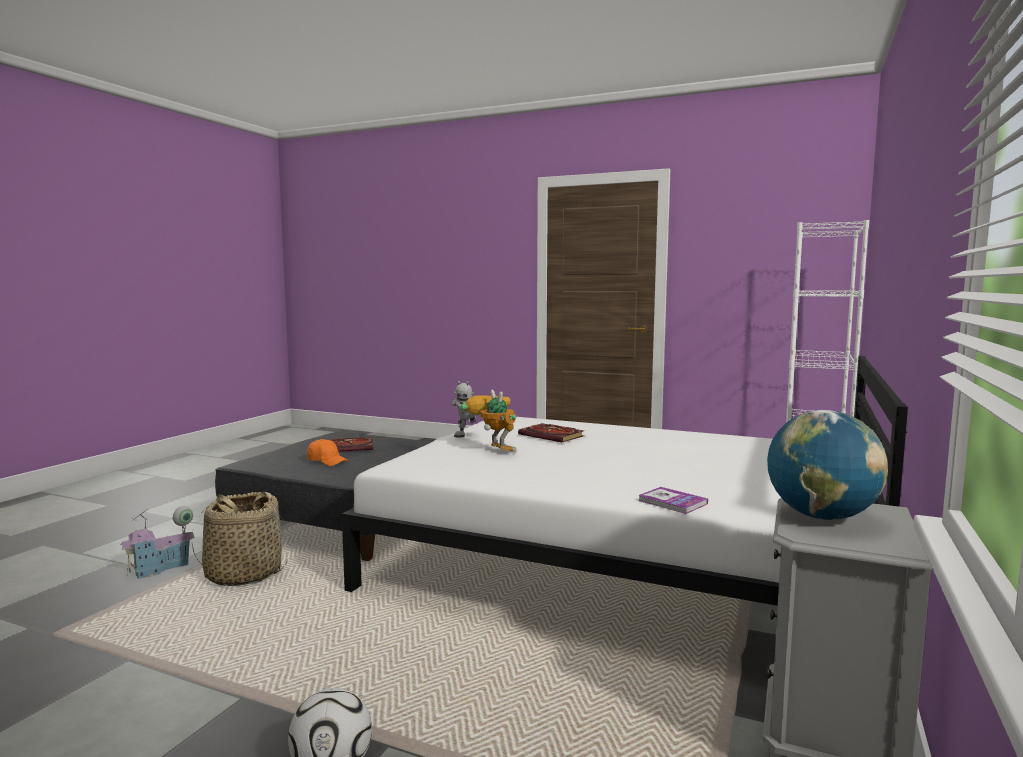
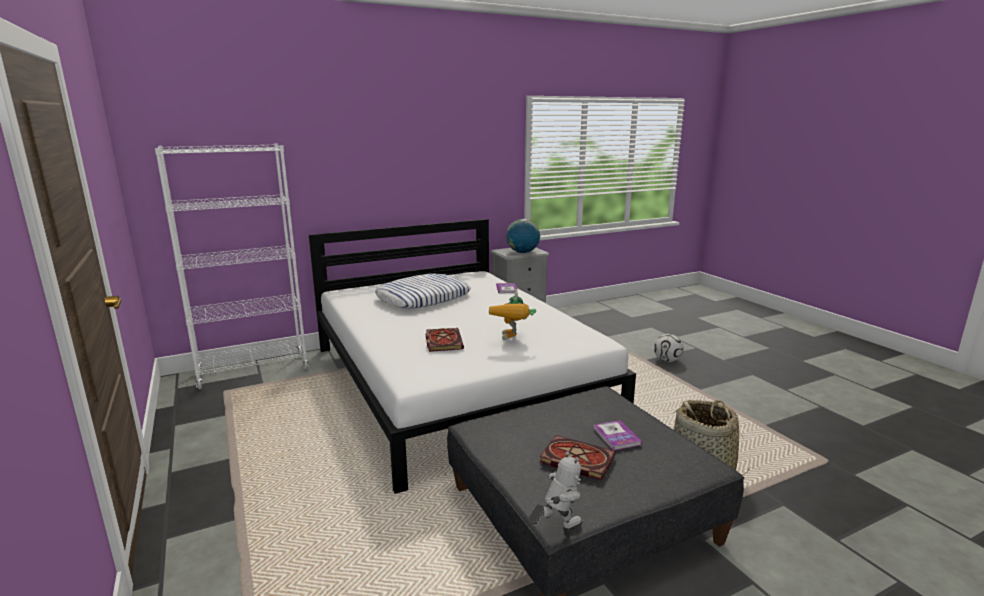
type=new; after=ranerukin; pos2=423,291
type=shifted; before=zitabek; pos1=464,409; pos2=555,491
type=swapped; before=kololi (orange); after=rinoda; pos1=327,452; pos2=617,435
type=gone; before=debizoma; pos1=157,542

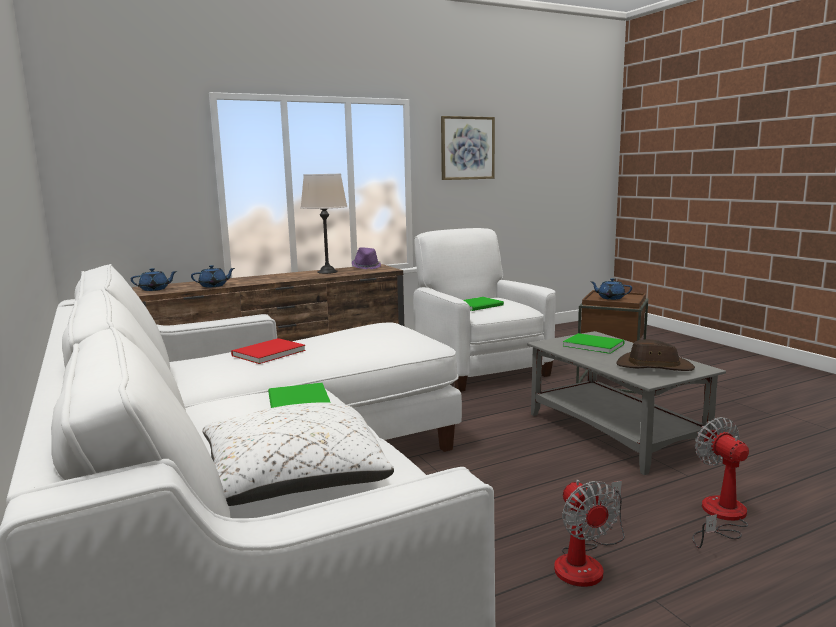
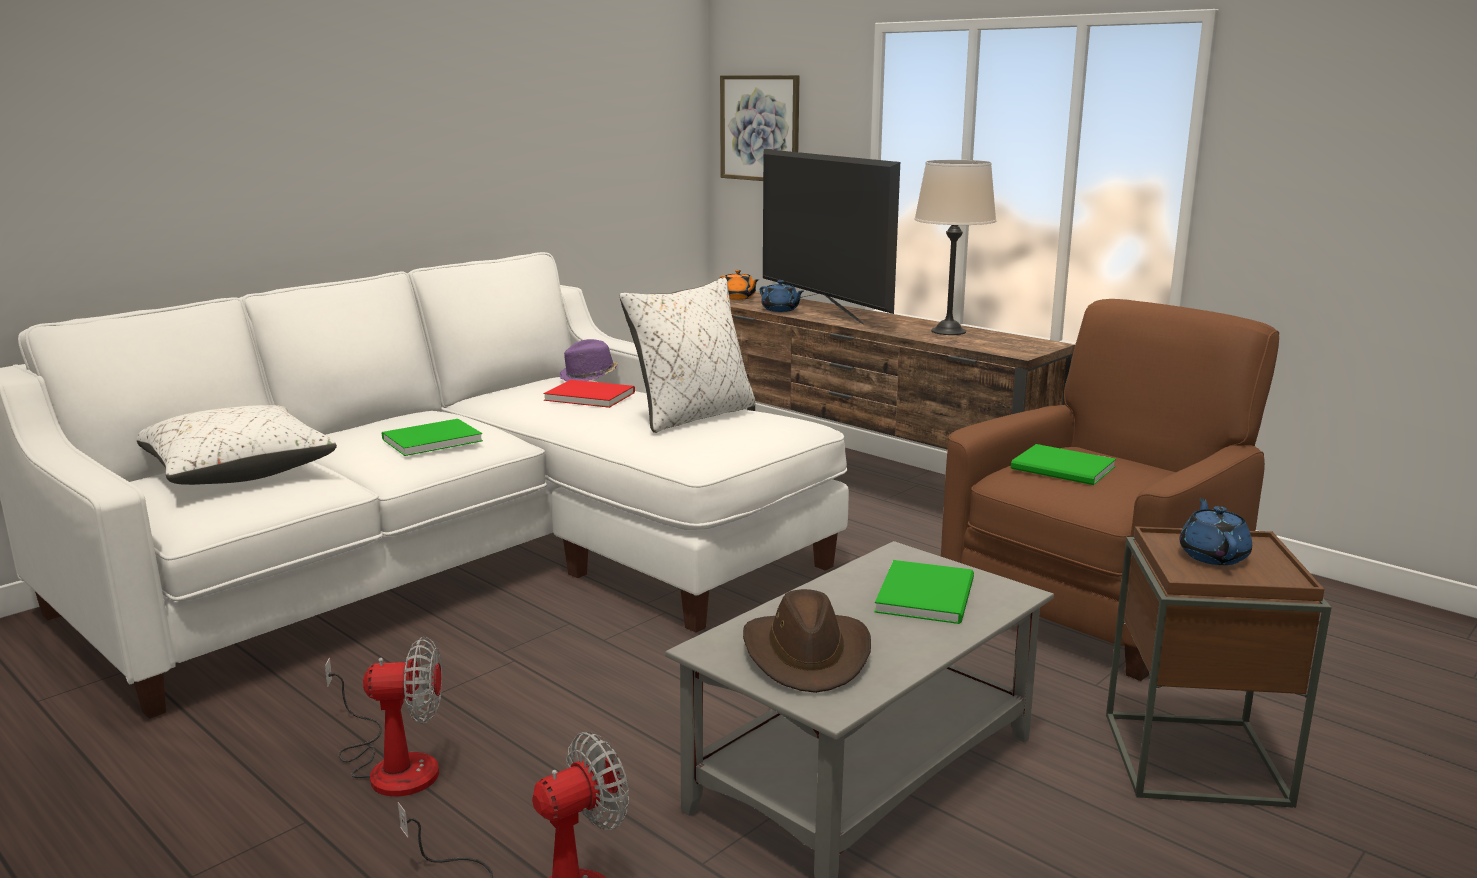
type=rotated; before=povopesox; pos1=589,533; pos2=383,717; turn=-150
type=shifted; before=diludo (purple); pos1=366,258; pos2=588,360
type=new; after=ranerukin (white); pos2=688,355
type=repainted; before=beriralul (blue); after=beriralul (orange); pos1=154,279; pos2=739,285
type=shifted; before=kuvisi; pos1=468,148; pos2=760,128
type=new; after=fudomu; pos2=831,237
type=repainted; before=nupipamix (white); after=nupipamix (brown); pos1=484,310; pos2=1110,490

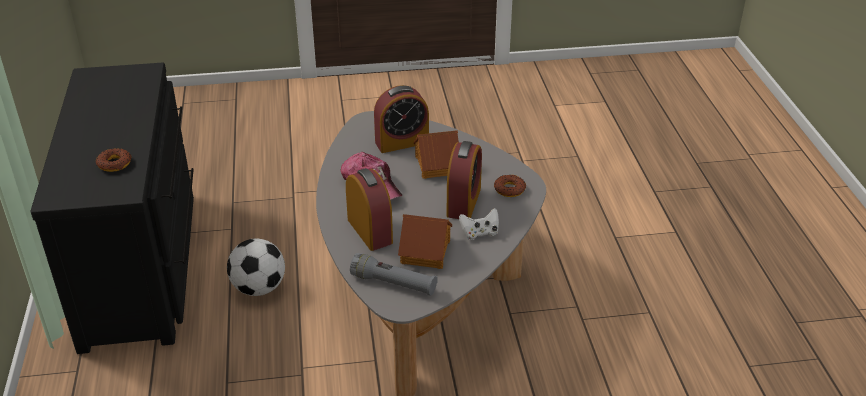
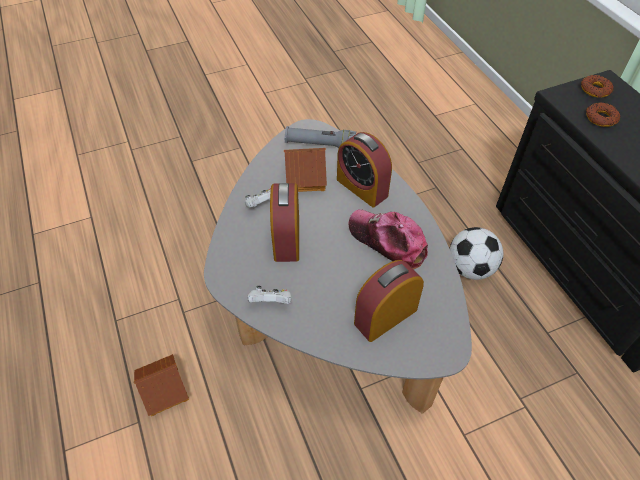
type=shifted; before=debizoma; pos1=436,154; pos2=161,385
type=new; after=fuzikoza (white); pos2=270,295
type=shifted; before=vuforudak; pos1=510,185; pos2=597,86

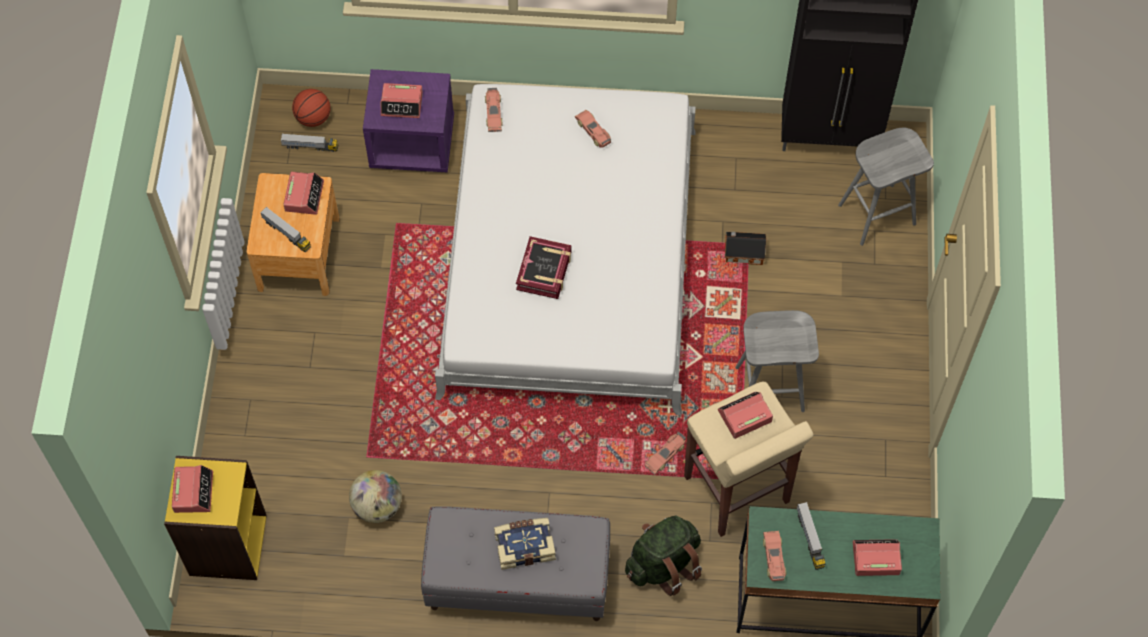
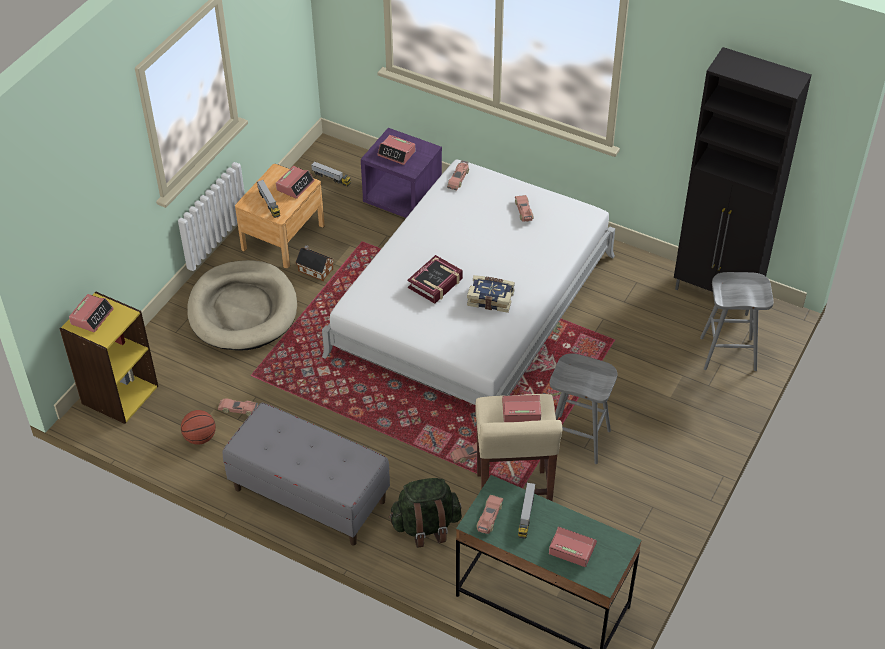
type=shifted; before=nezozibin; pos1=311,108; pos2=198,427
type=new; after=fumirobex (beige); pos2=242,305
type=swapped; before=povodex; after=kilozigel; pos1=375,496; pos2=238,407
type=shifted; before=debizoma; pos1=745,248; pos2=314,263
type=shifted; before=rinoda; pos1=525,544; pos2=491,294

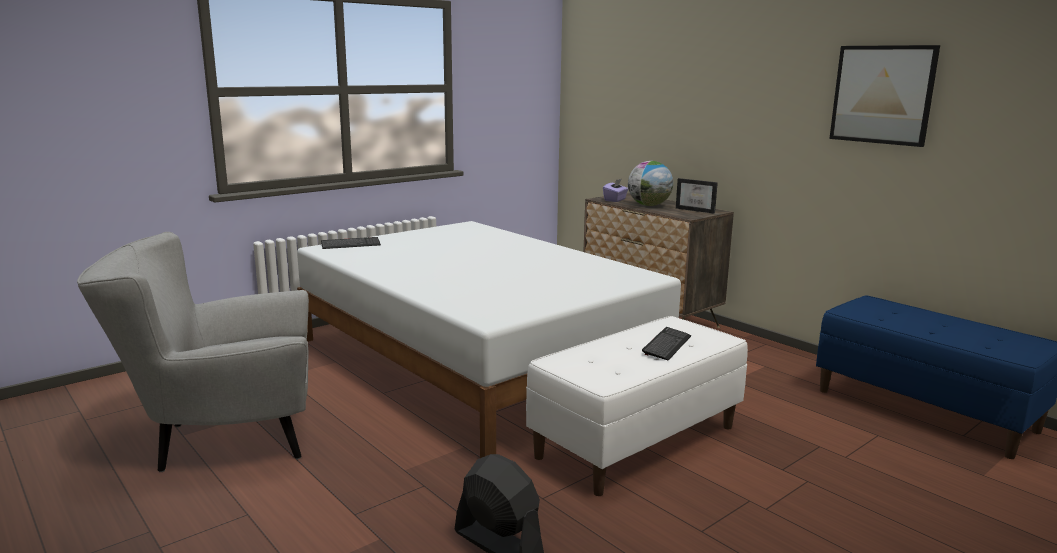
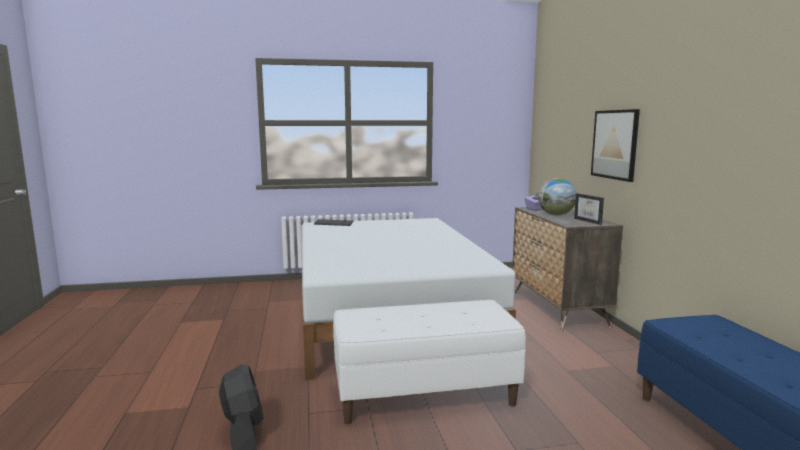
type=shifted; before=kuvisi; pos1=884,96; pos2=615,145
type=gone; before=nupipamix (grey); pos1=193,352
type=gone; before=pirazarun; pos1=666,344

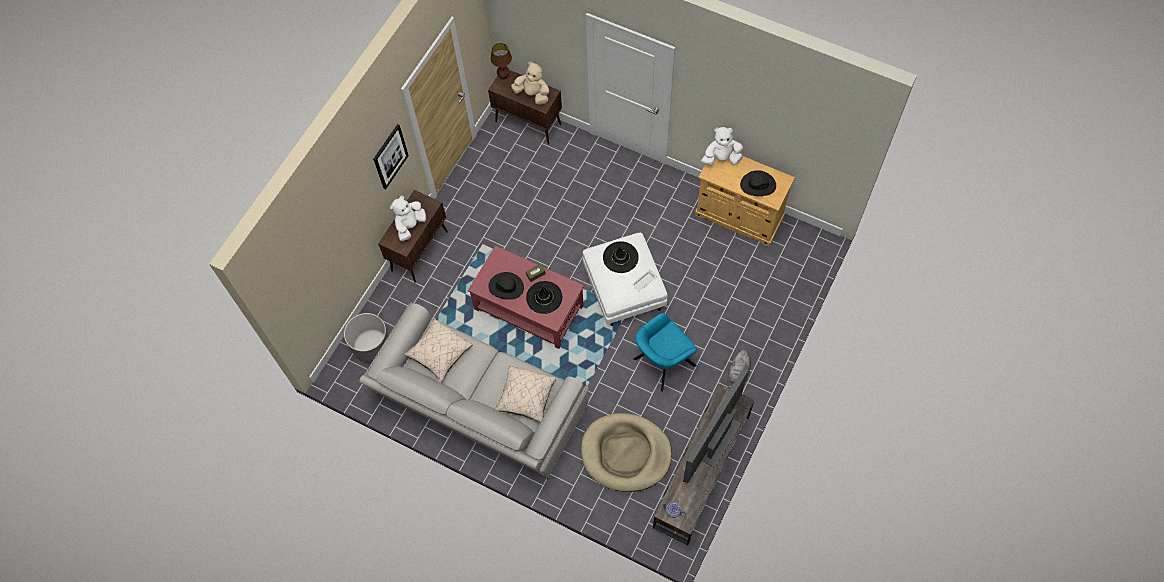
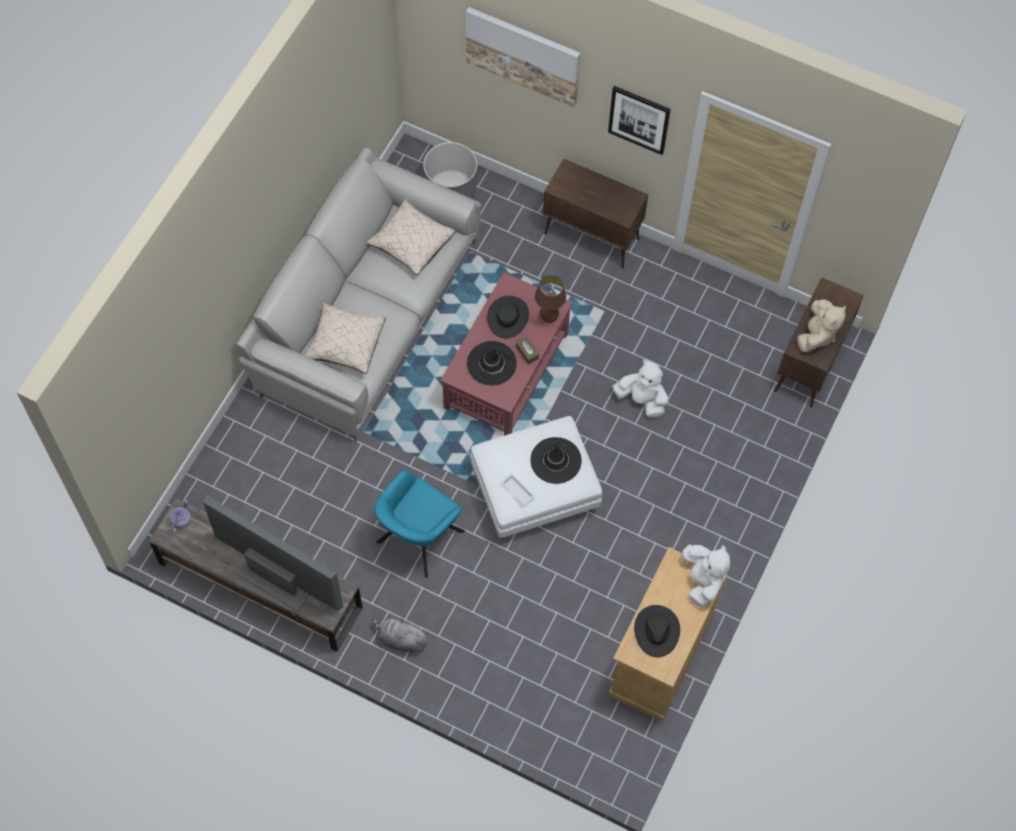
type=rotated; before=nupipamix (turquoise); pos1=665,352; pos2=419,524; turn=-105
type=new; after=kuvisi; pos2=523,57
type=shifted; before=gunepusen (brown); pos1=501,61; pos2=550,299
type=shifted; before=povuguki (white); pos1=408,218; pos2=640,388
type=gone; before=fumirobex (beige); pos1=626,452

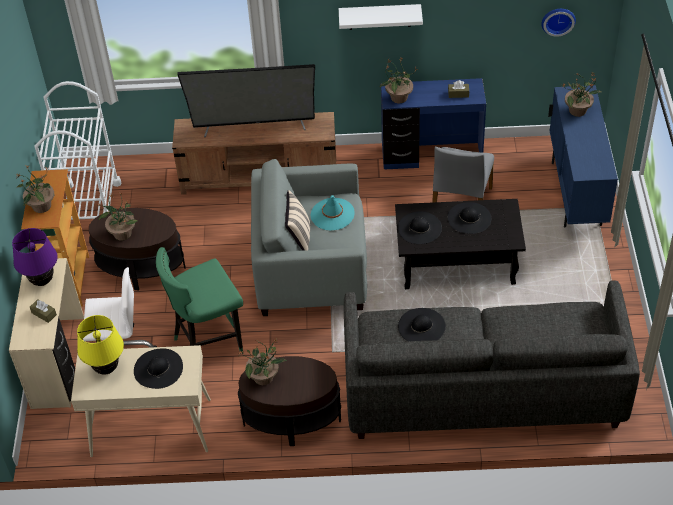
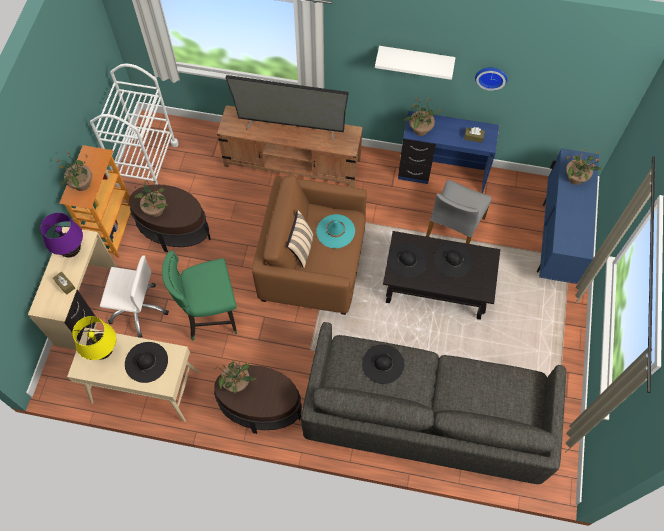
type=repainted; before=nupipamix (grey); after=nupipamix (brown); pos1=309,237; pos2=309,245
type=shifted; before=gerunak; pos1=558,23; pos2=491,79

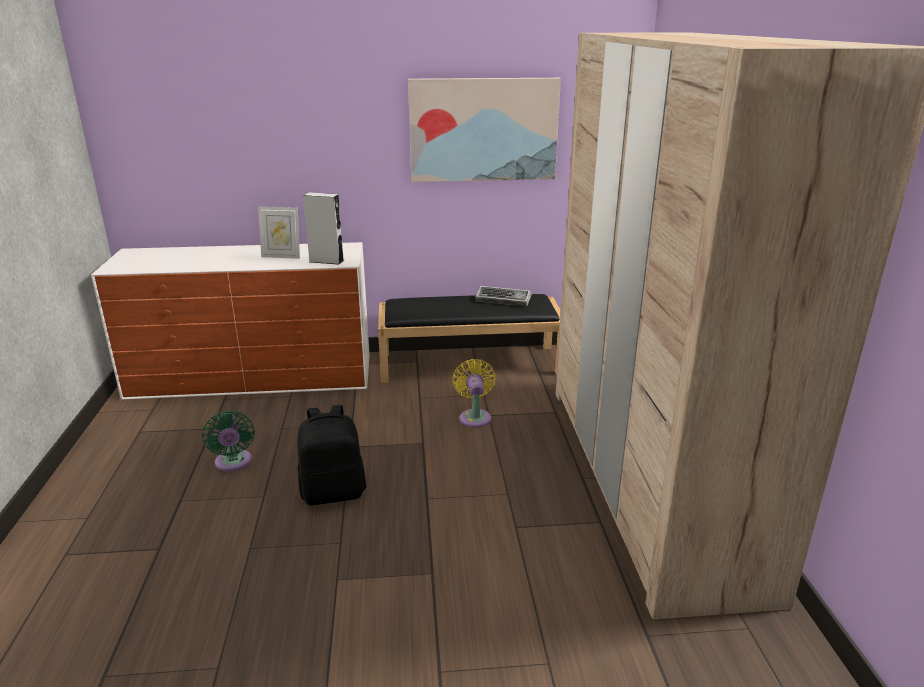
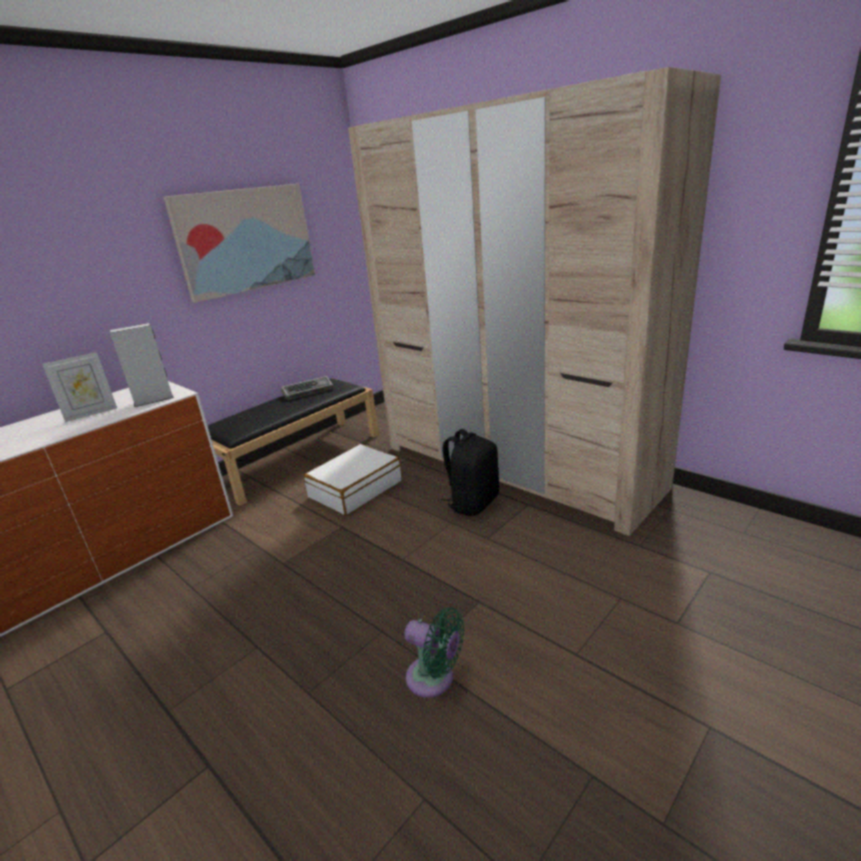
type=swapped; before=povopesox (yellow); after=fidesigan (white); pos1=474,393; pos2=353,480
type=shifted; before=povopesox (green); pos1=228,441; pos2=434,652
type=shifted; before=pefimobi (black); pos1=331,455; pos2=470,472

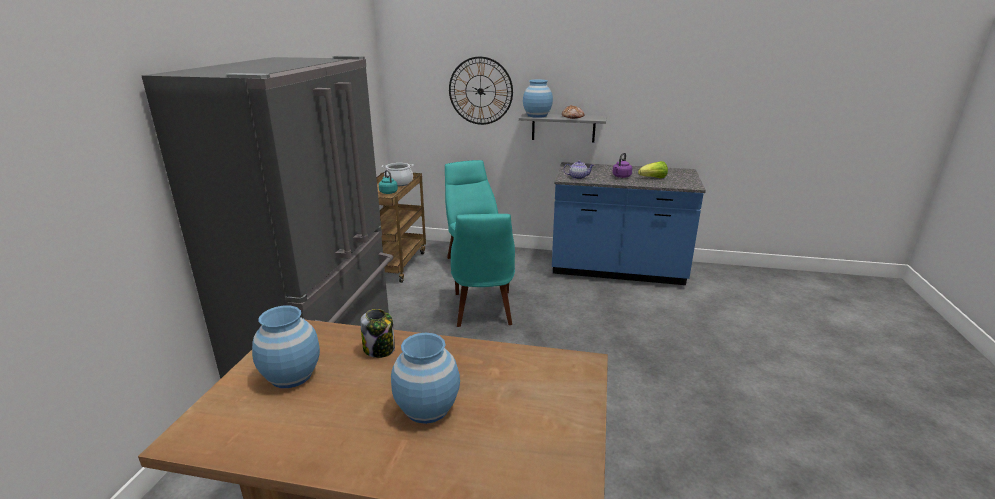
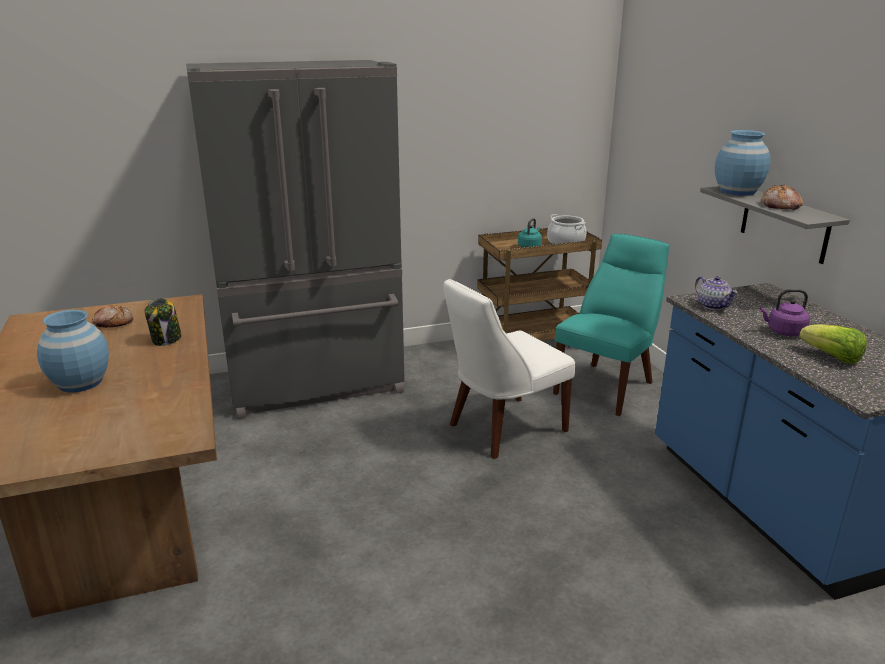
type=swapped; before=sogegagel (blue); after=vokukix; pos1=286,347; pos2=112,316
type=repainted; before=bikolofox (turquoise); after=bikolofox (white); pos1=483,270; pos2=509,369
type=gone; before=gerunak; pos1=481,91

